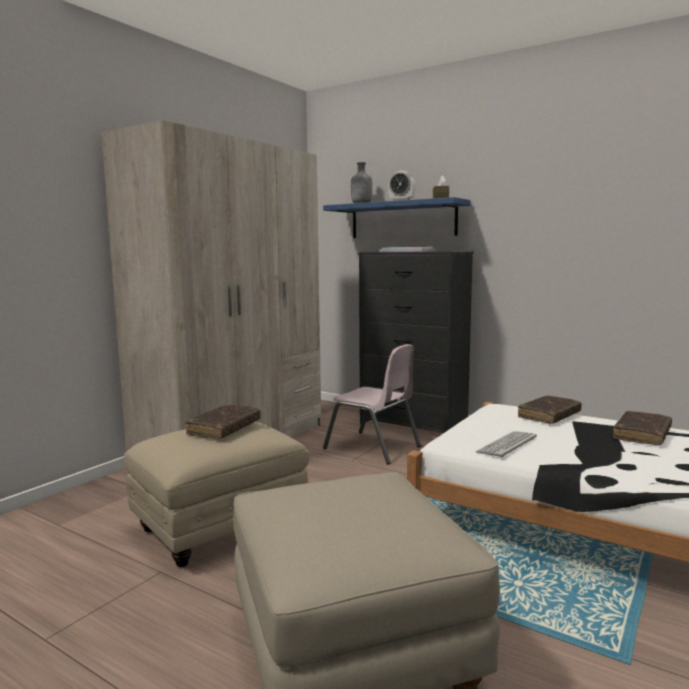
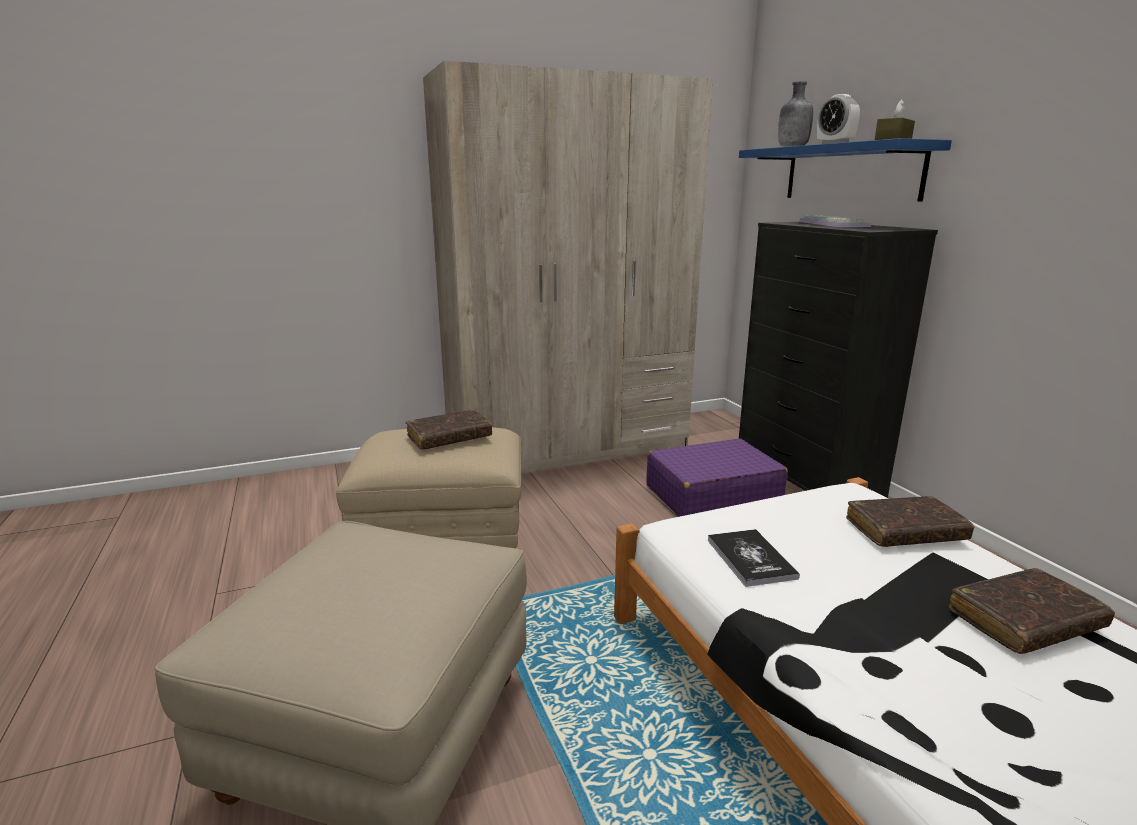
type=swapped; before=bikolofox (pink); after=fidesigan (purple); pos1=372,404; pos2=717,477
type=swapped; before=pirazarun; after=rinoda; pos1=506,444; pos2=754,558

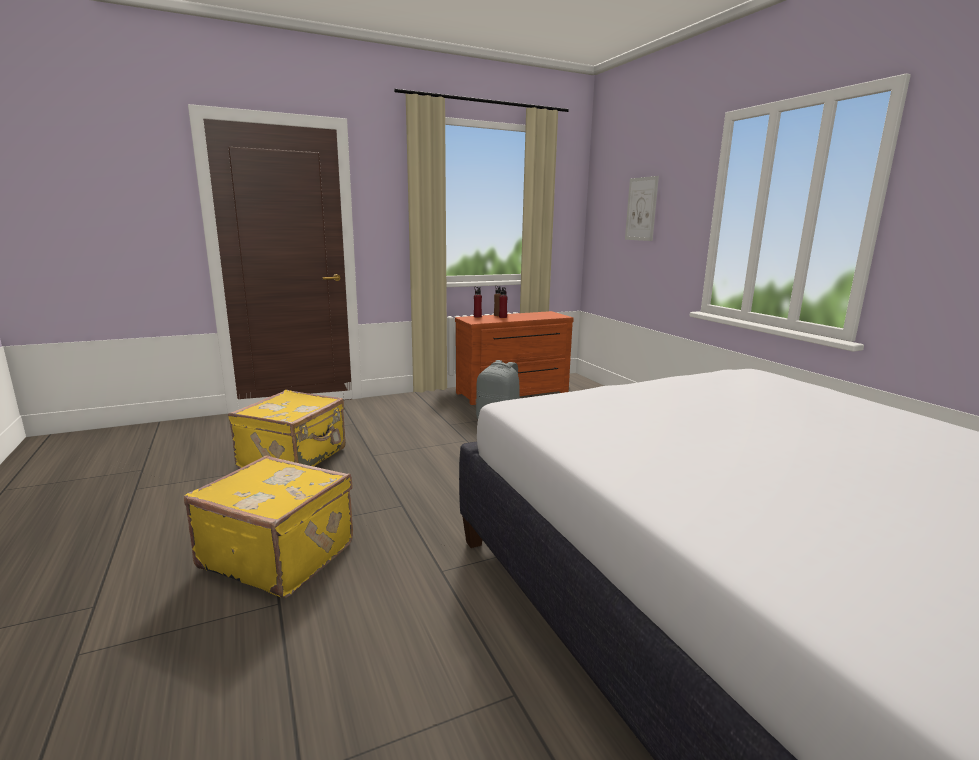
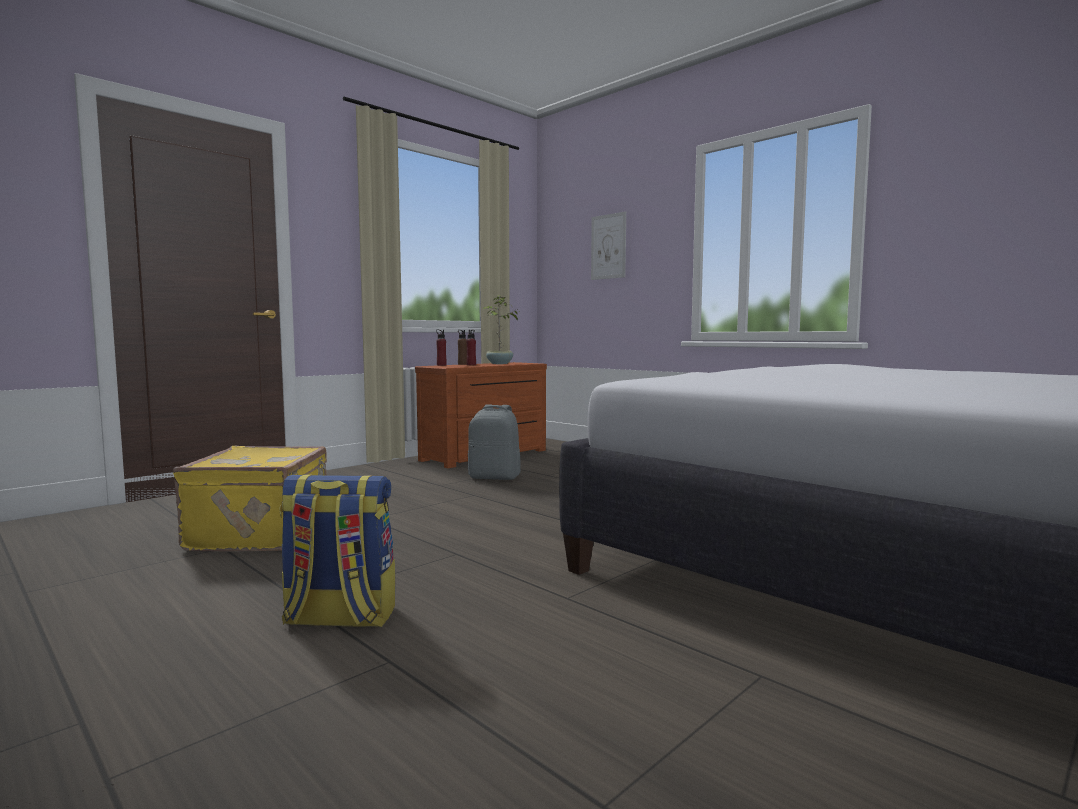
type=swapped; before=fidesigan (yellow); after=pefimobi; pos1=268,526; pos2=337,551
type=new; after=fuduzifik; pos2=501,329

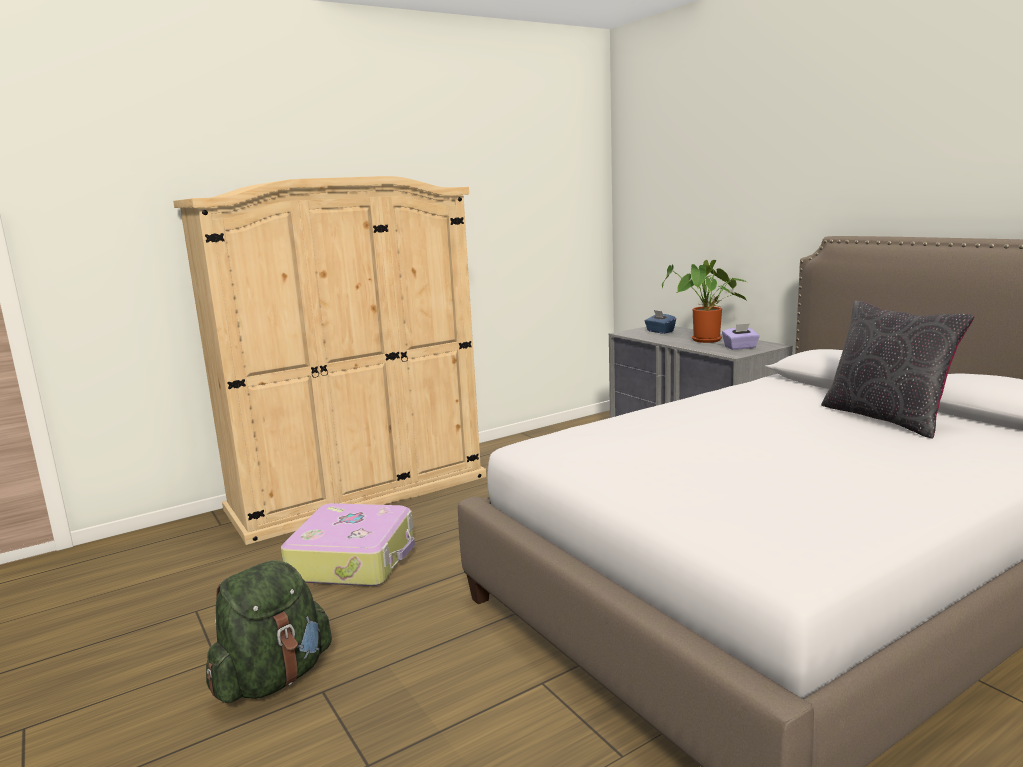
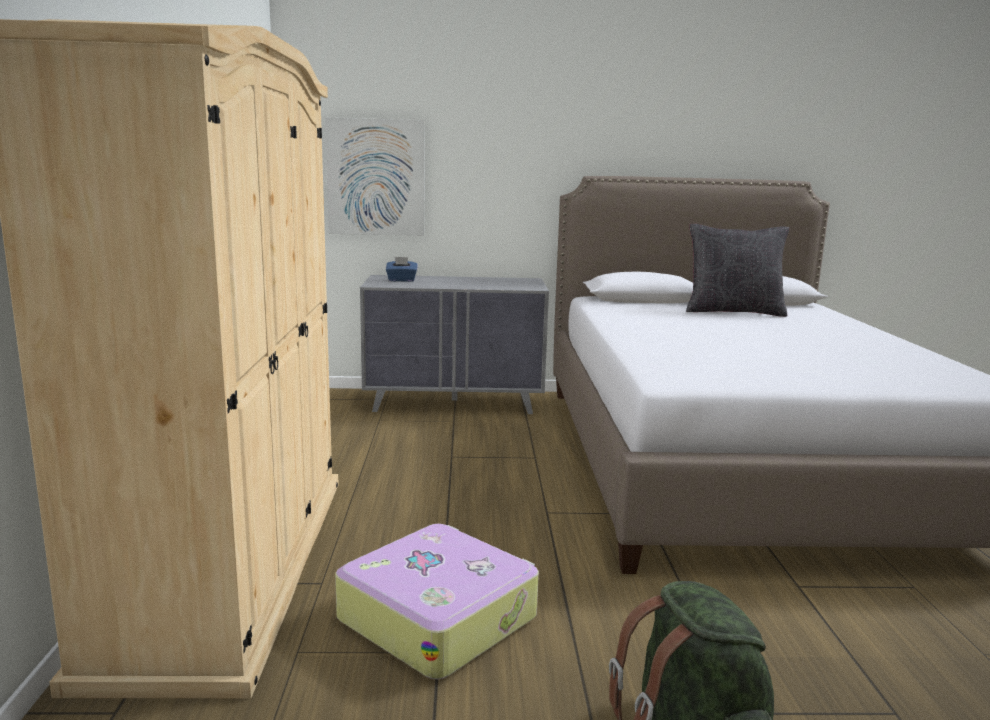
type=new; after=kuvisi; pos2=375,176
type=gone; before=fuduzifik; pos1=704,301
type=gone; before=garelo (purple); pos1=741,336

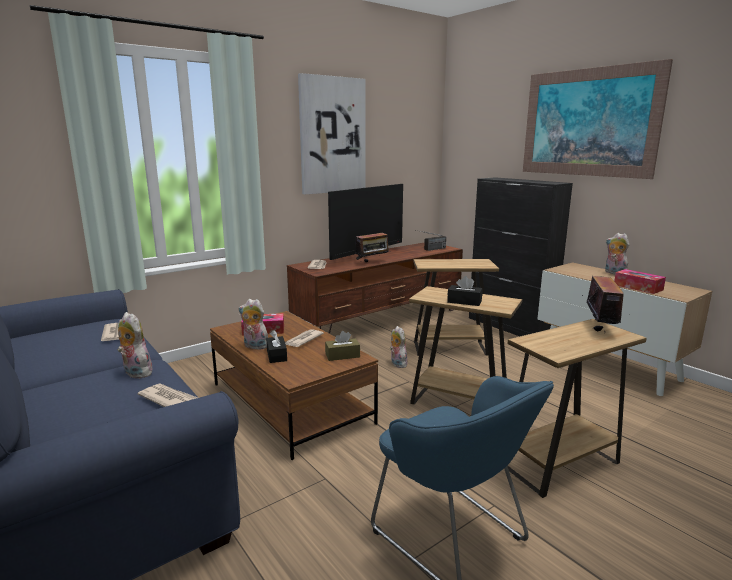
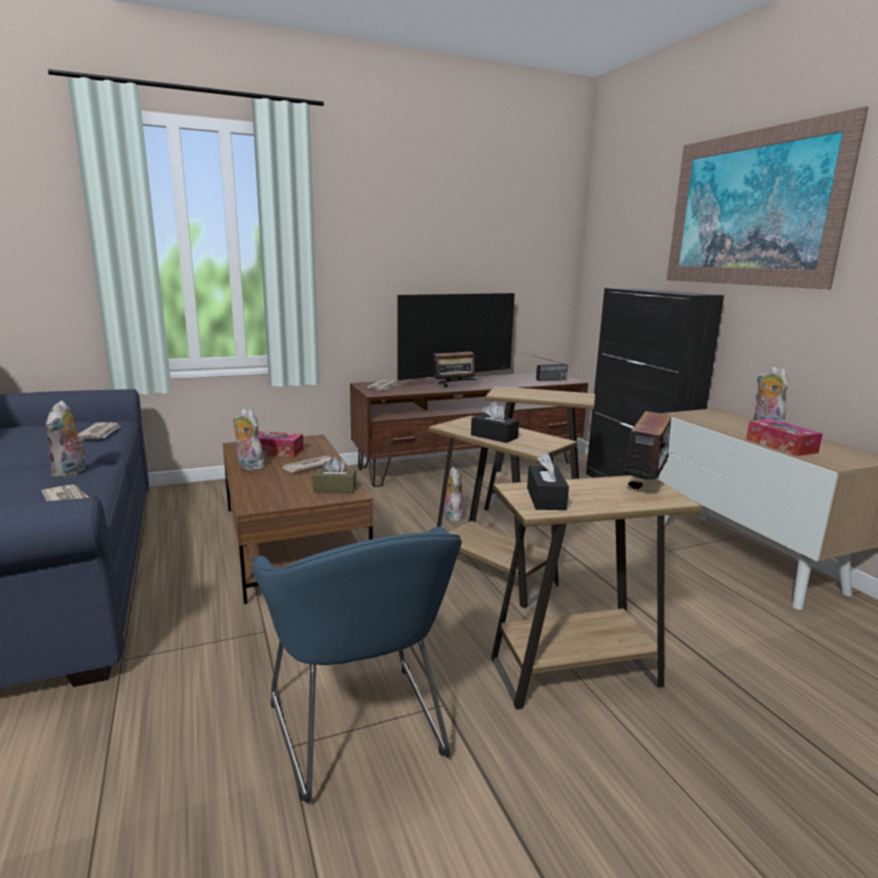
type=rotated; before=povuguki; pos1=134,345; pos2=65,439; turn=-150
type=shifted; before=garelo (black); pos1=276,346; pos2=548,481
type=gone; before=kuvisi; pos1=332,133

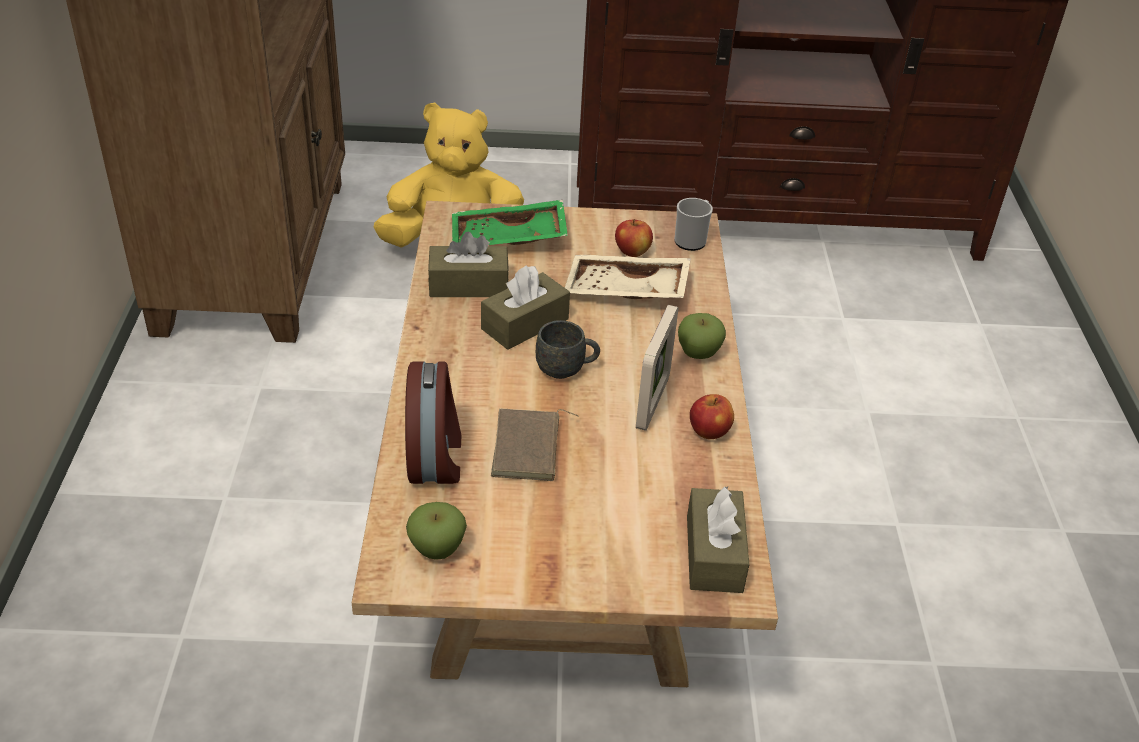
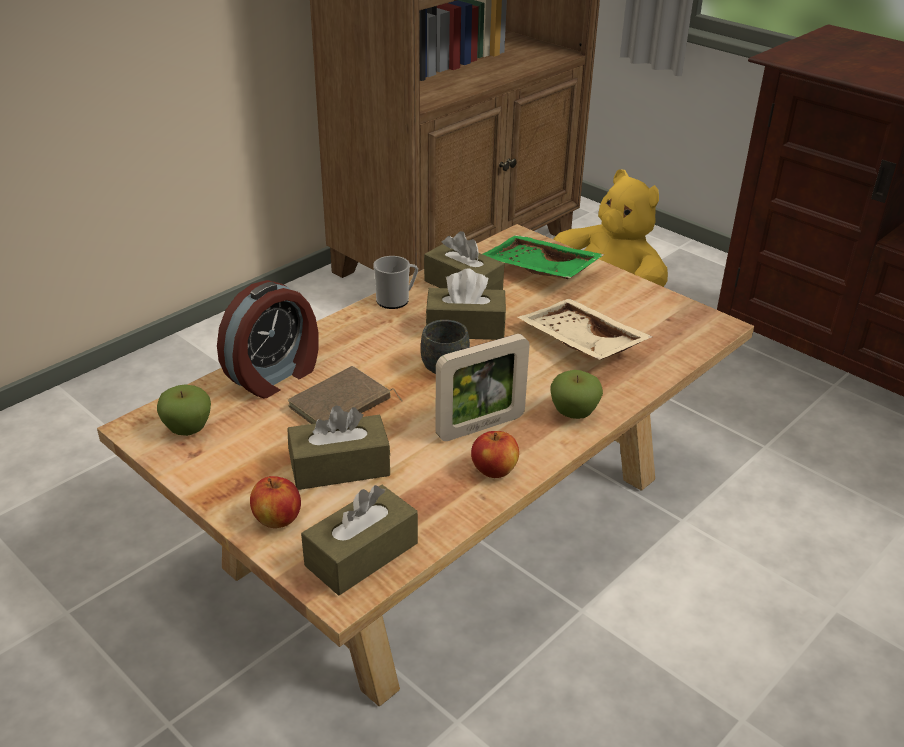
type=shifted; before=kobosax; pos1=634,238; pos2=275,502
type=new; after=garelo (brown); pos2=338,447
type=shifted; before=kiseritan; pos1=693,224; pos2=395,282

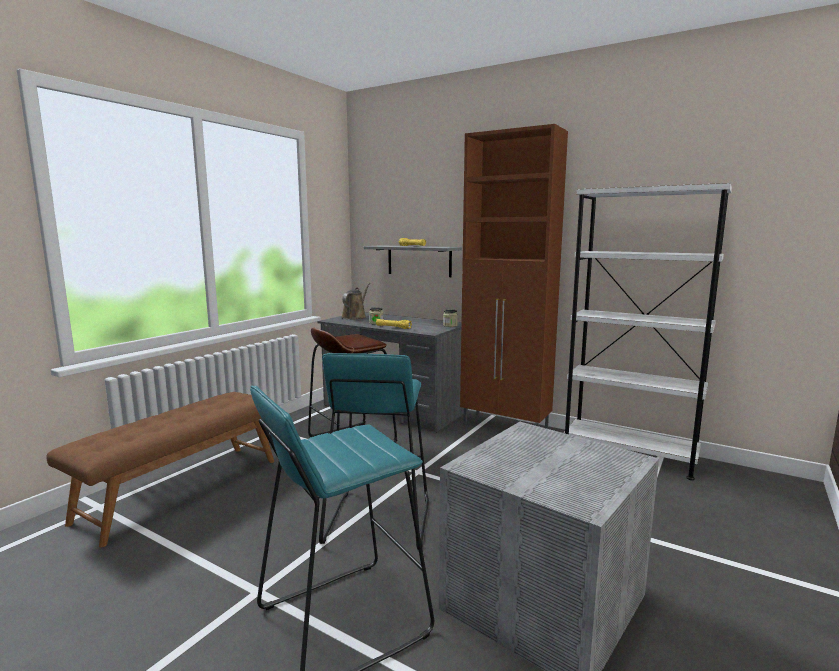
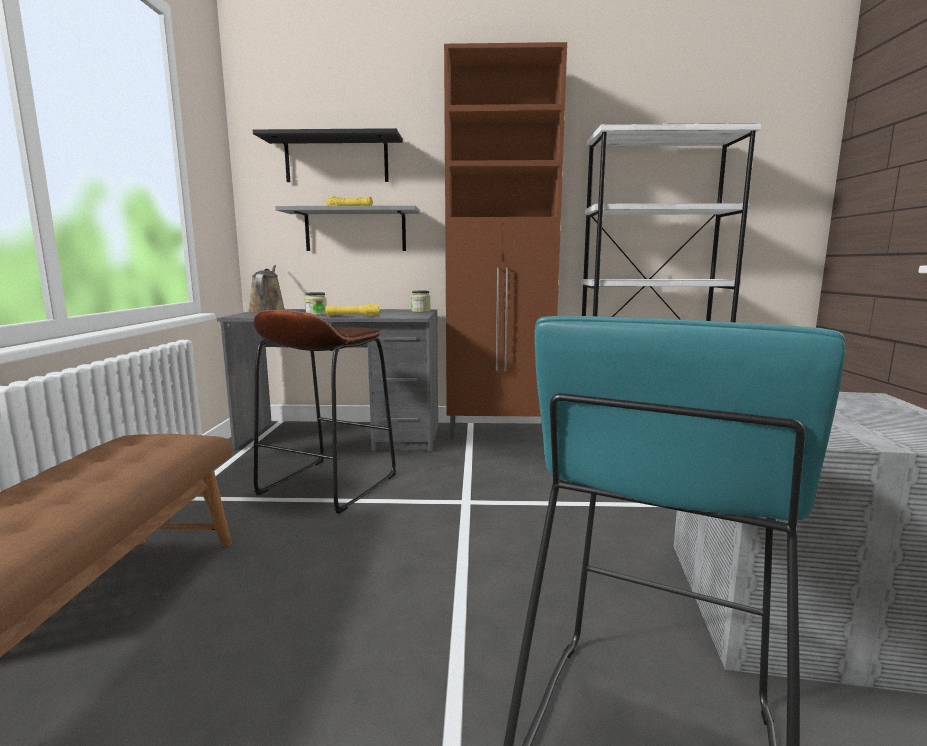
type=new; after=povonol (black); pos2=328,155
type=gone; before=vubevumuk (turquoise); pos1=374,451

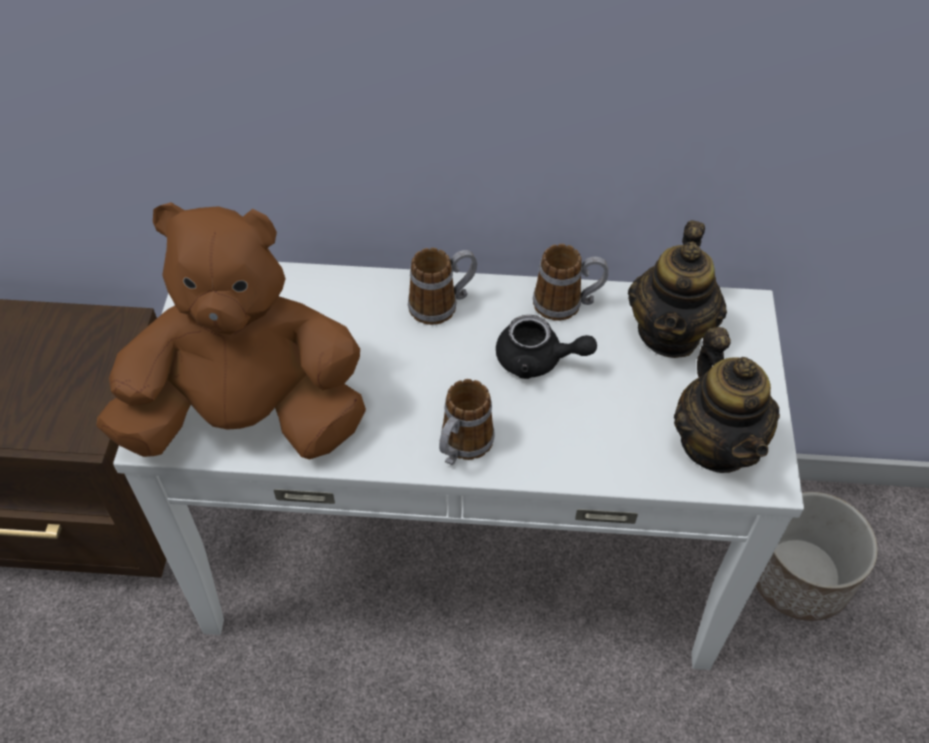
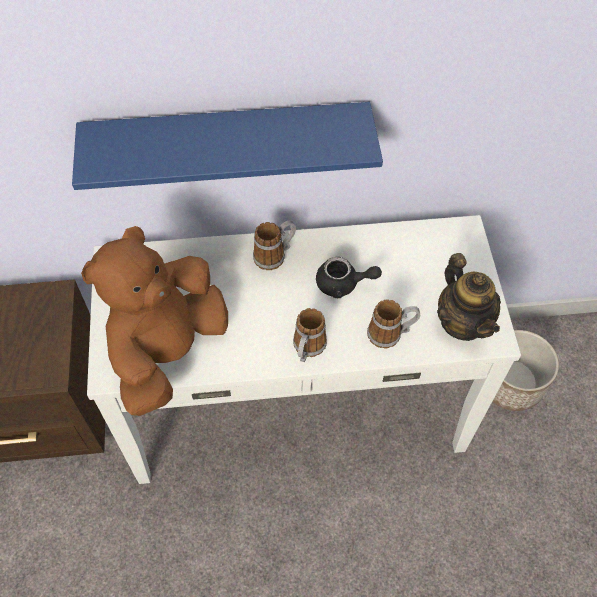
type=new; after=povonol (blue); pos2=227,146
type=rotated; before=povuguki (brown); pos1=231,330; pos2=154,321; turn=-45
type=shifted; before=kiseritan; pos1=570,282; pos2=393,323
type=gone; before=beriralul; pos1=677,289

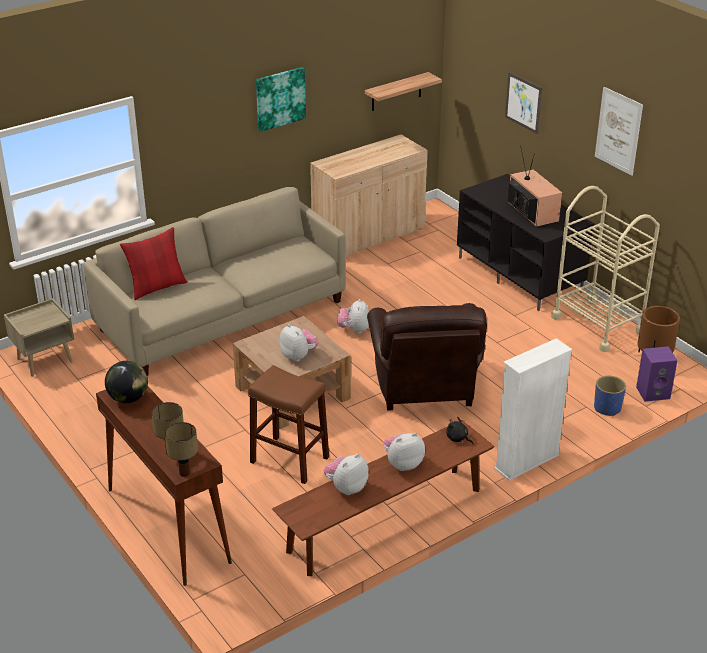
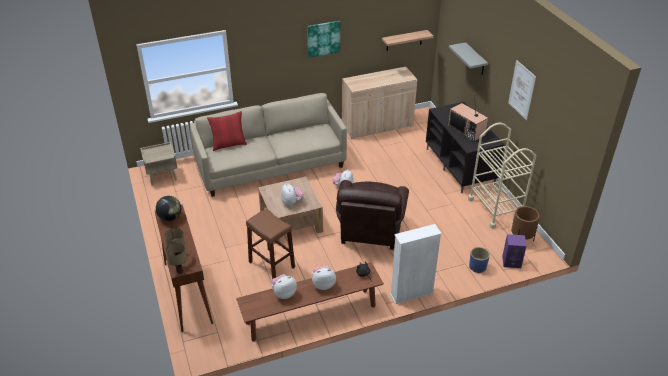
type=rotated; before=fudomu; pos1=535,188; pos2=468,118; turn=150
type=swapped; before=kuvisi; after=povonol (grey); pos1=523,103; pos2=468,58

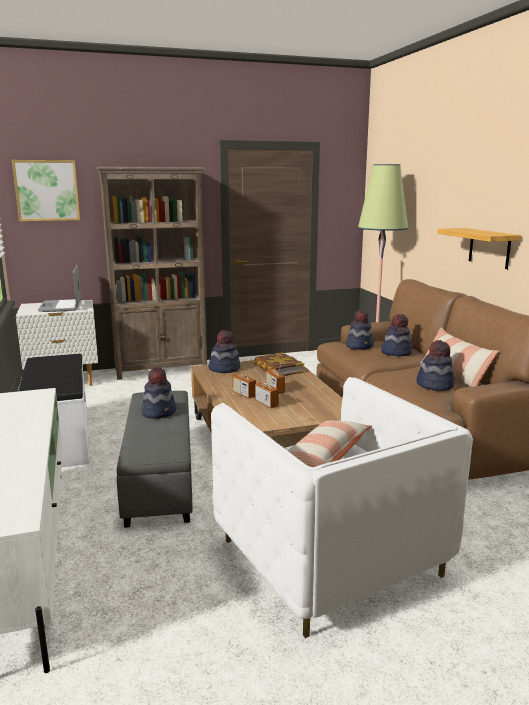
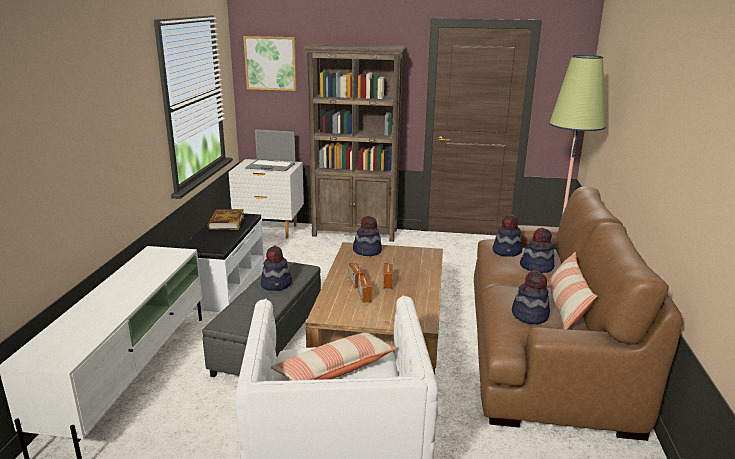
type=shifted; before=rinoda; pos1=279,364; pos2=225,219
type=rotated; before=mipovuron; pos1=59,288; pos2=270,150; turn=-90
type=gone; before=povonol; pos1=479,248

